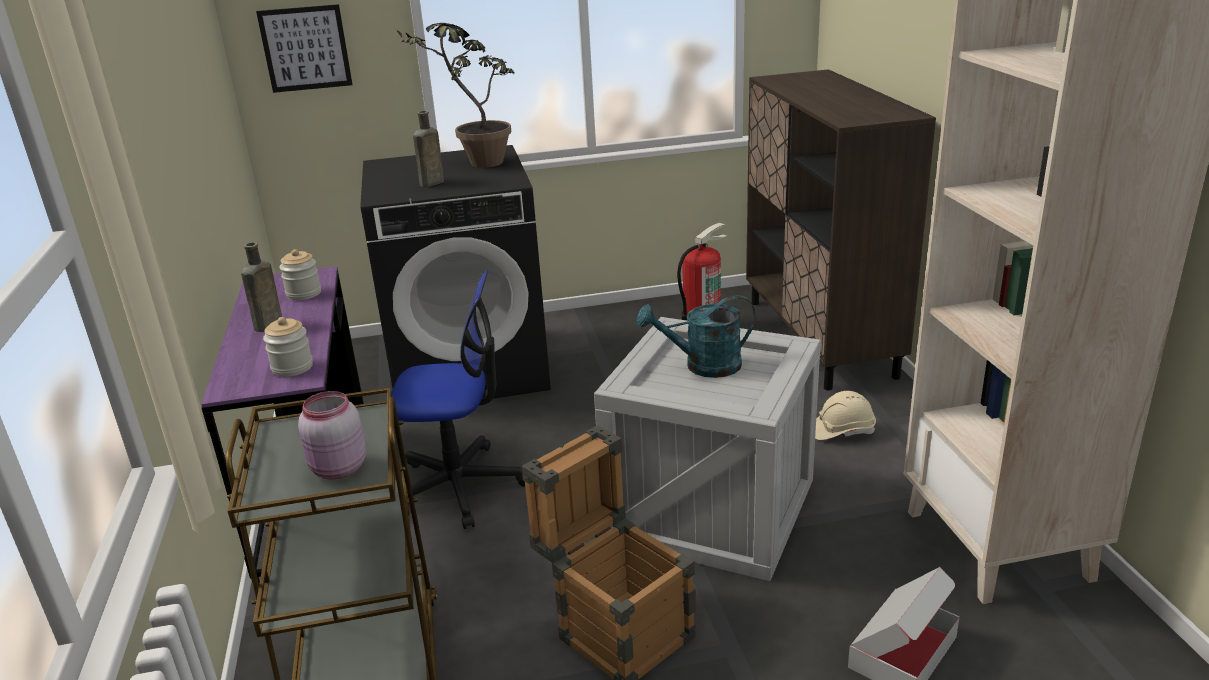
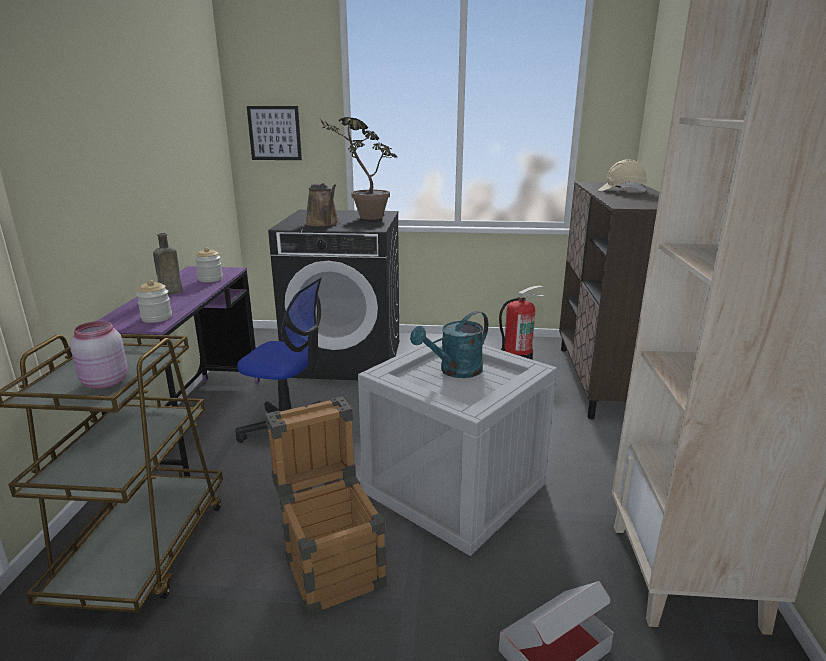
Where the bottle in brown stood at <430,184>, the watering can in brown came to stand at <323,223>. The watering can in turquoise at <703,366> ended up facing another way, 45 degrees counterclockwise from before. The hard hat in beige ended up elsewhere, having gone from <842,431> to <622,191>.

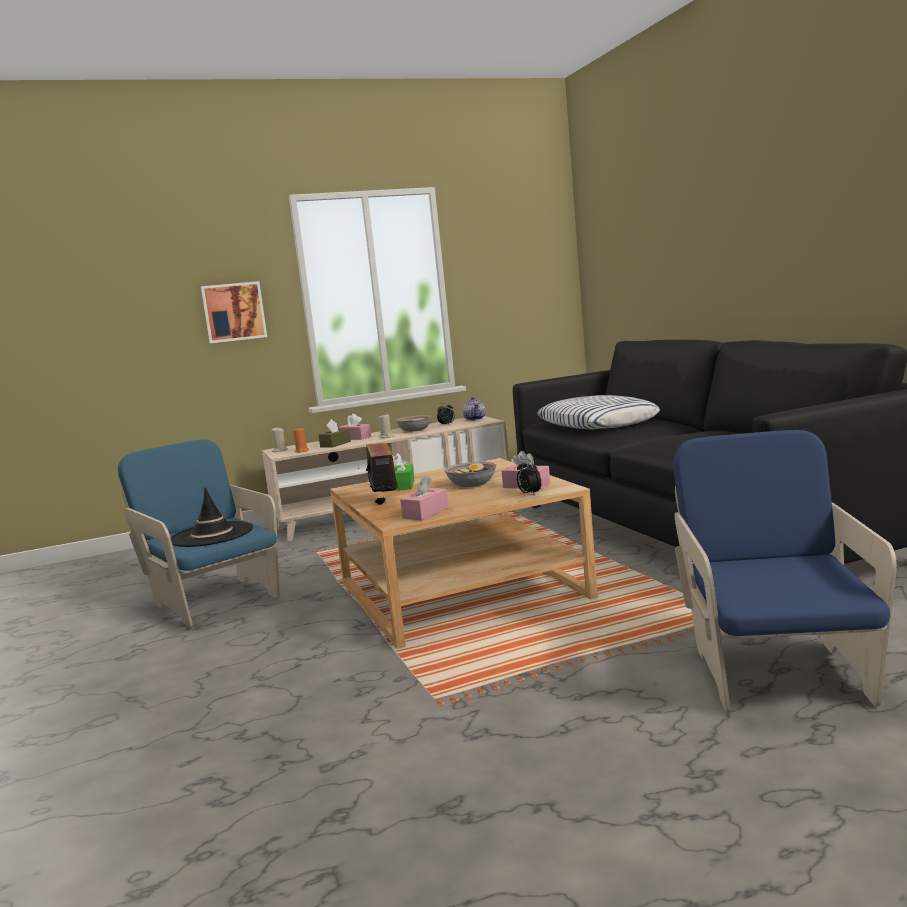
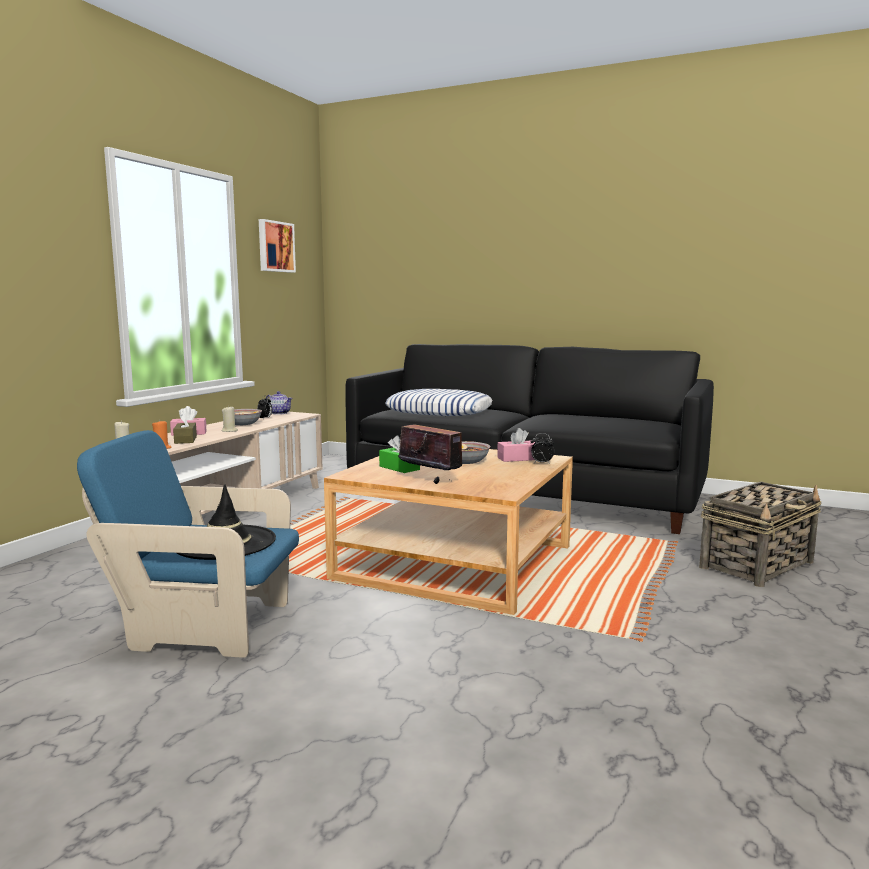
The picture ended up elsewhere, having gone from <234,312> to <275,246>. The second view lost the tissue box in pink at <425,513>. Where the armchair in blue stood at <776,671>, the basket came to stand at <757,564>.

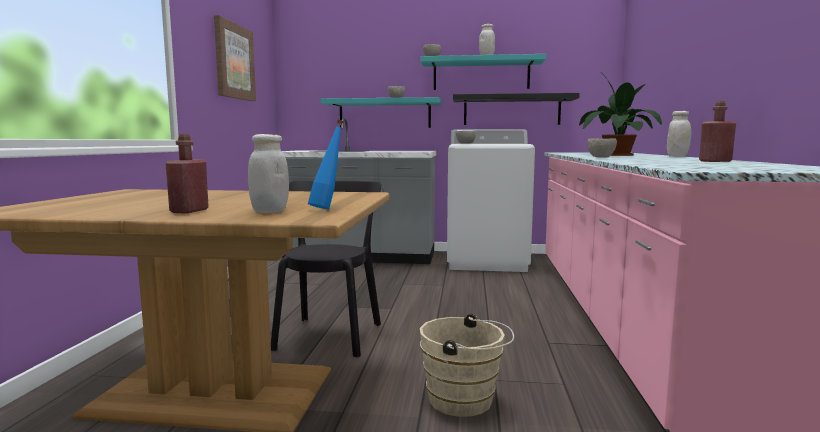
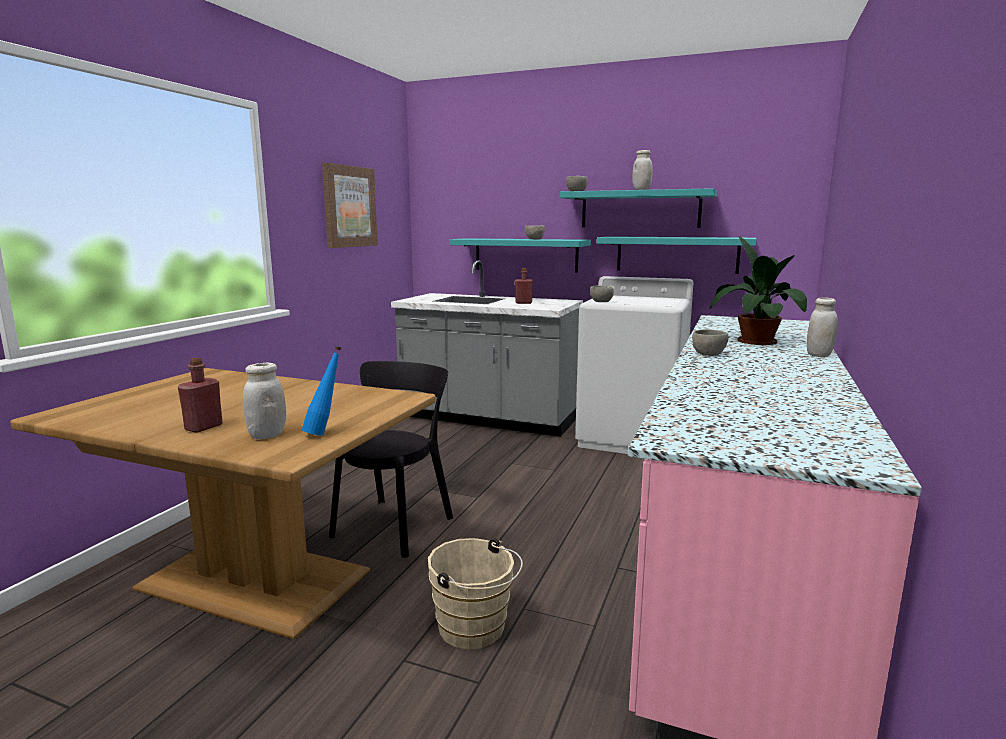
What was the shelf in black at <511,110> turned into the shelf in turquoise at <676,254>. The bottle in red ended up elsewhere, having gone from <715,161> to <523,303>.

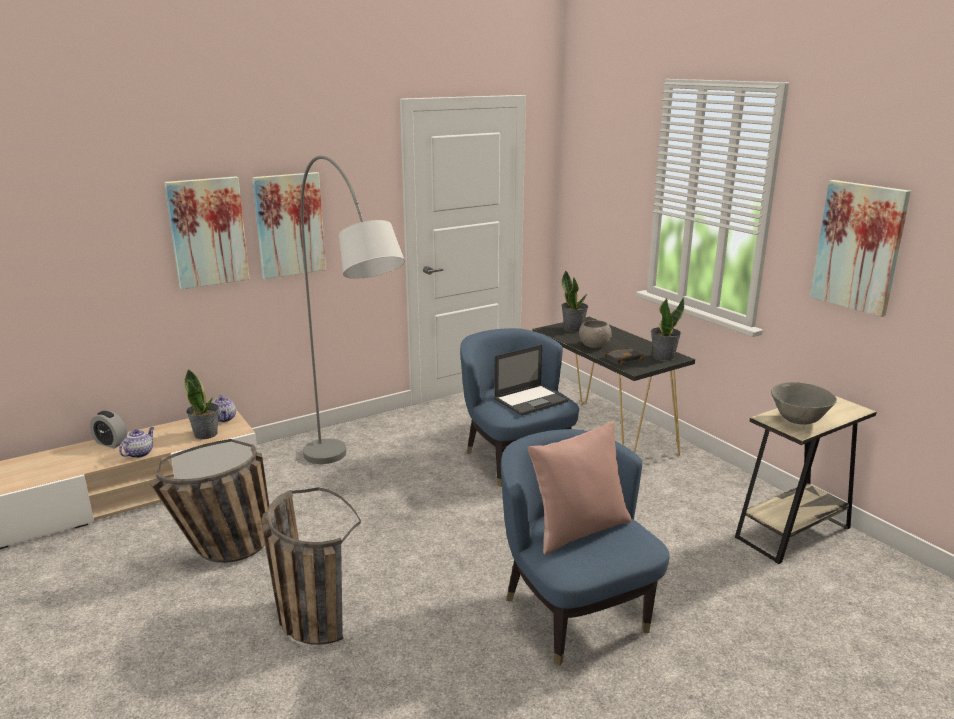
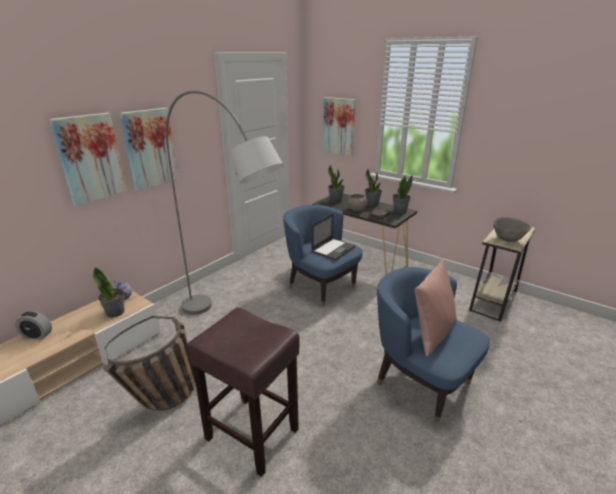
The second view lost the teapot at <140,453>. Where the basket stood at <305,614>, the stool in brown came to stand at <253,434>. The picture ended up elsewhere, having gone from <859,247> to <339,126>. The second view gained the potted plant at <372,204>.

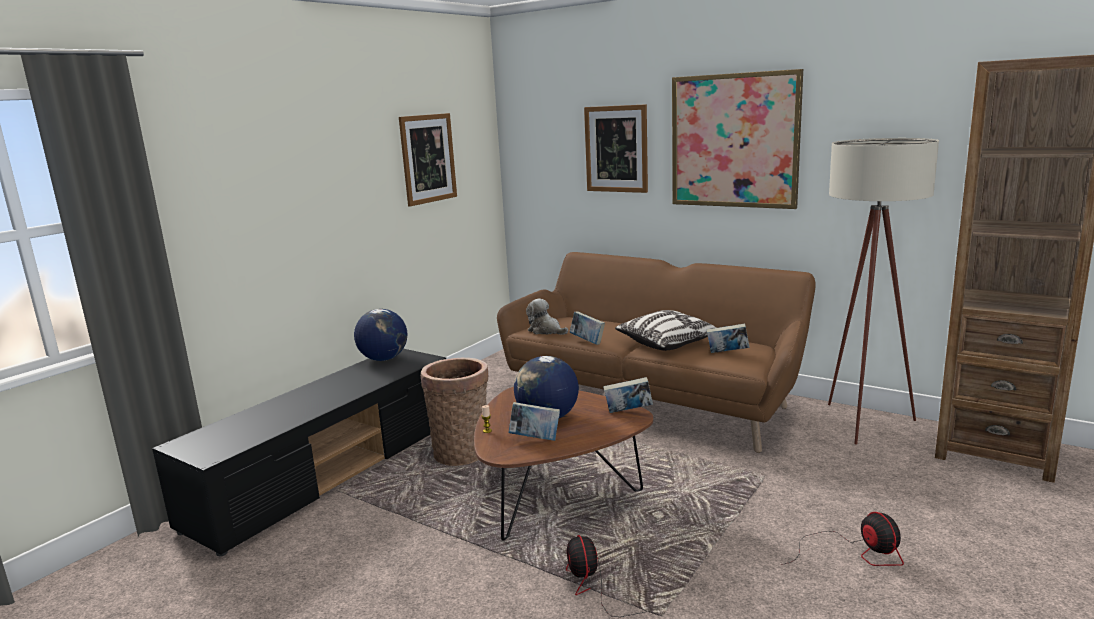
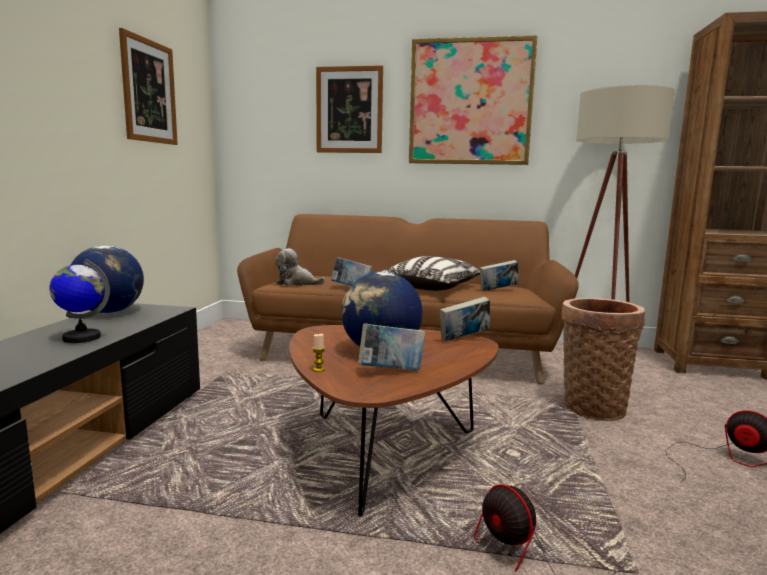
The basket ended up elsewhere, having gone from <461,452> to <592,406>. The second view gained the globe at <81,338>.

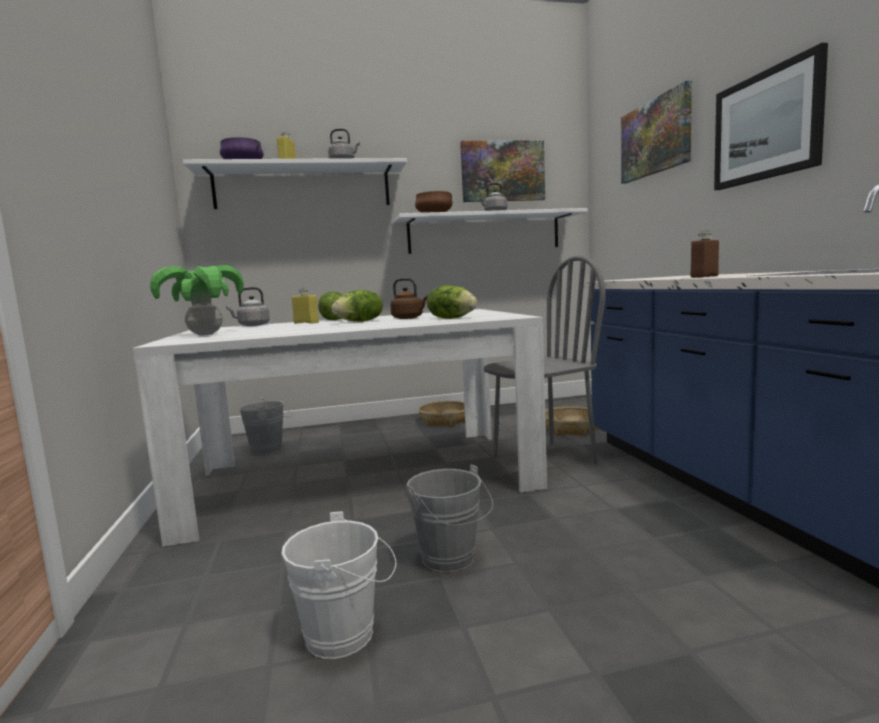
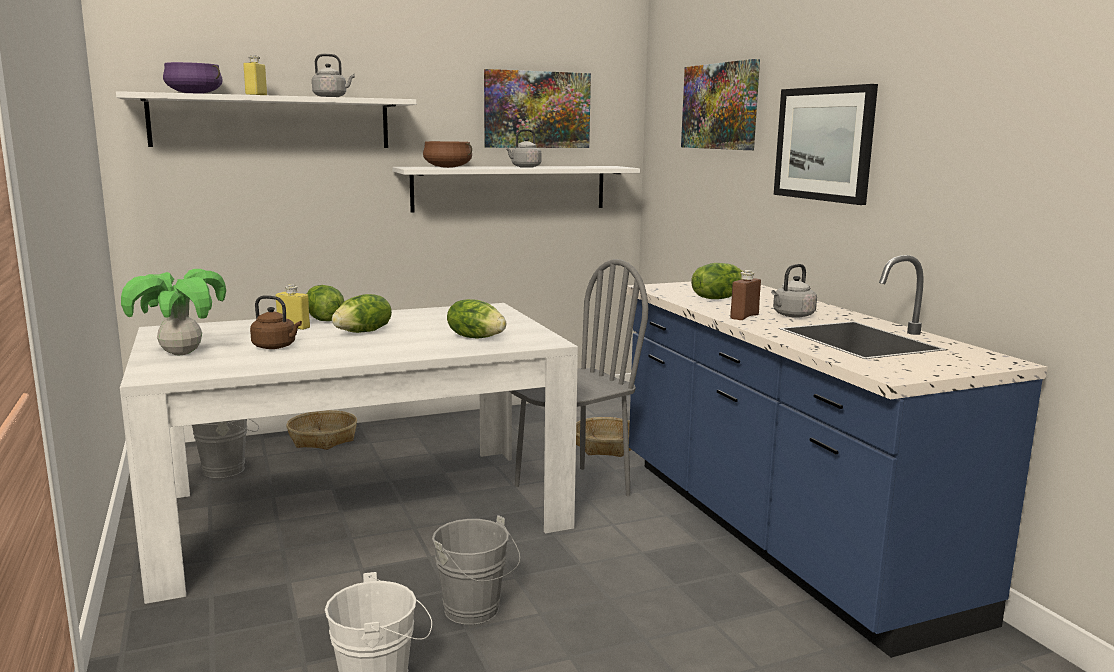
The kettle in grey ended up elsewhere, having gone from <252,325> to <792,315>. The kettle in brown ended up elsewhere, having gone from <409,318> to <276,347>. The basket ended up elsewhere, having gone from <445,420> to <323,439>. The second view gained the lettuce at <718,298>.

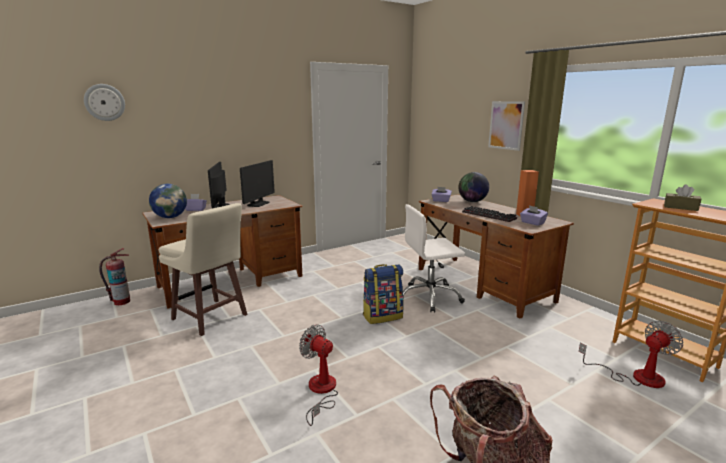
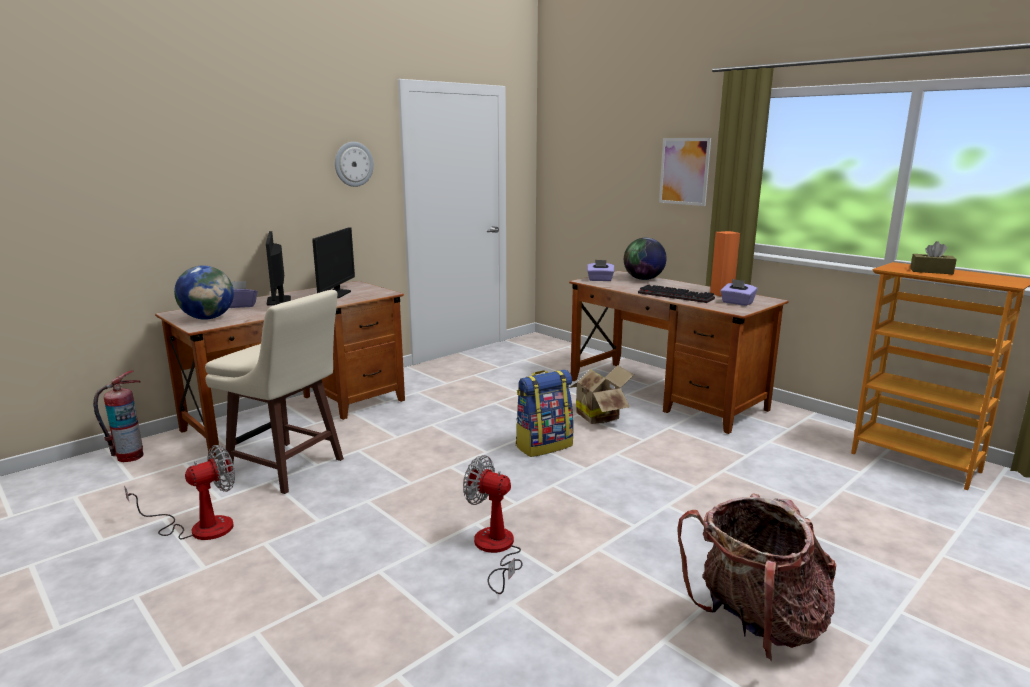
The wall clock ended up elsewhere, having gone from <104,102> to <353,164>. Where the office chair in white stood at <430,297>, the cardboard box came to stand at <599,416>. The fan ended up elsewhere, having gone from <636,377> to <199,527>.

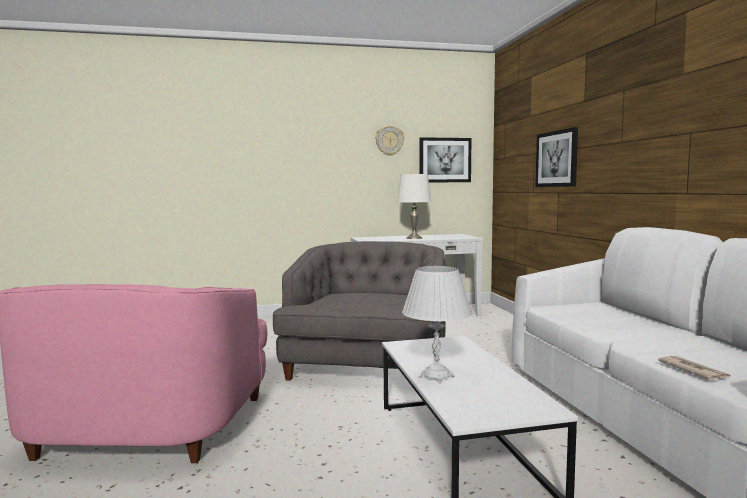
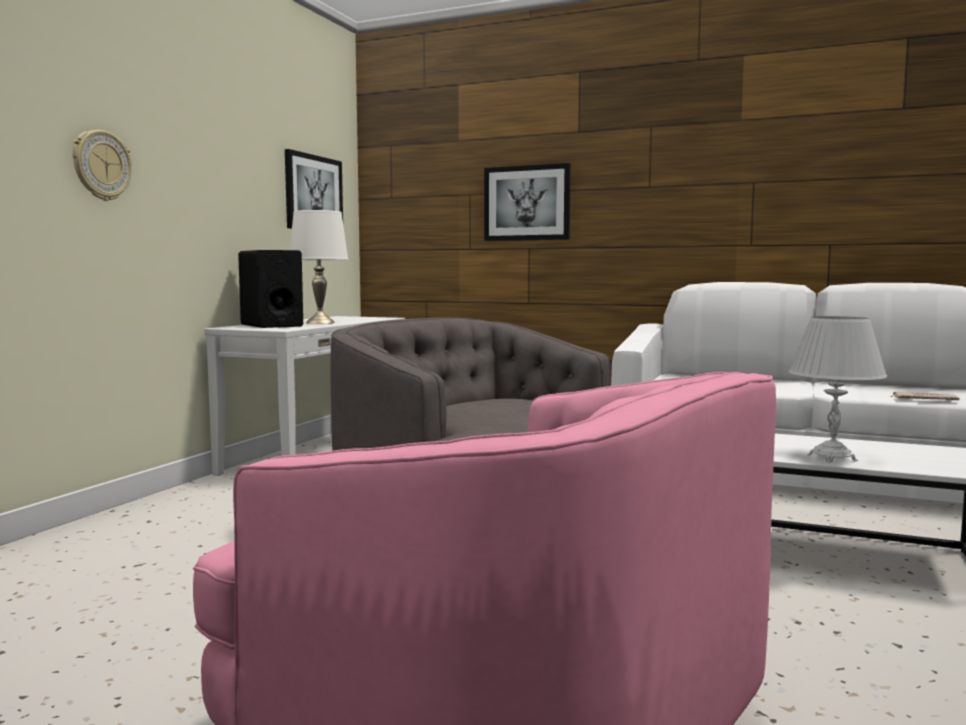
The wall clock ended up elsewhere, having gone from <389,140> to <101,165>. The second view gained the speaker in black at <271,325>.

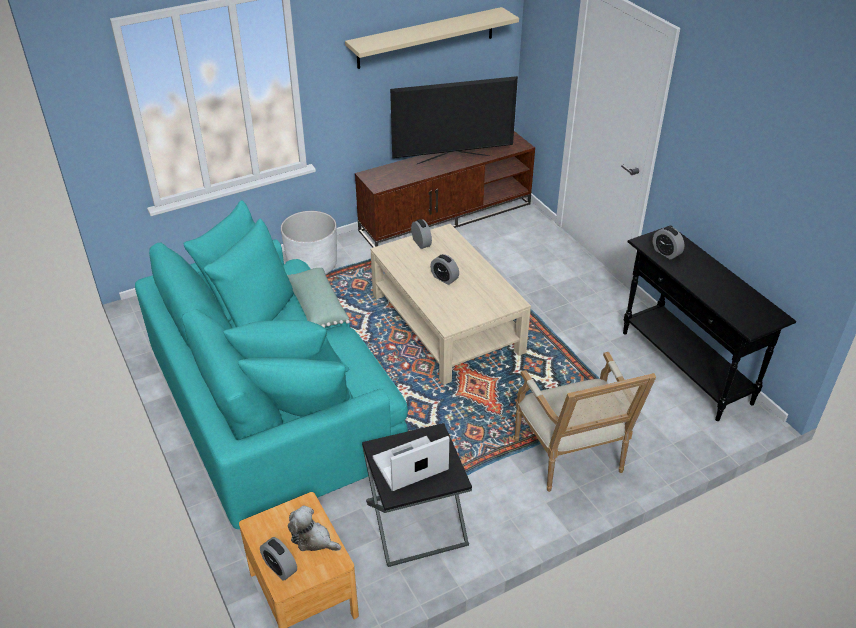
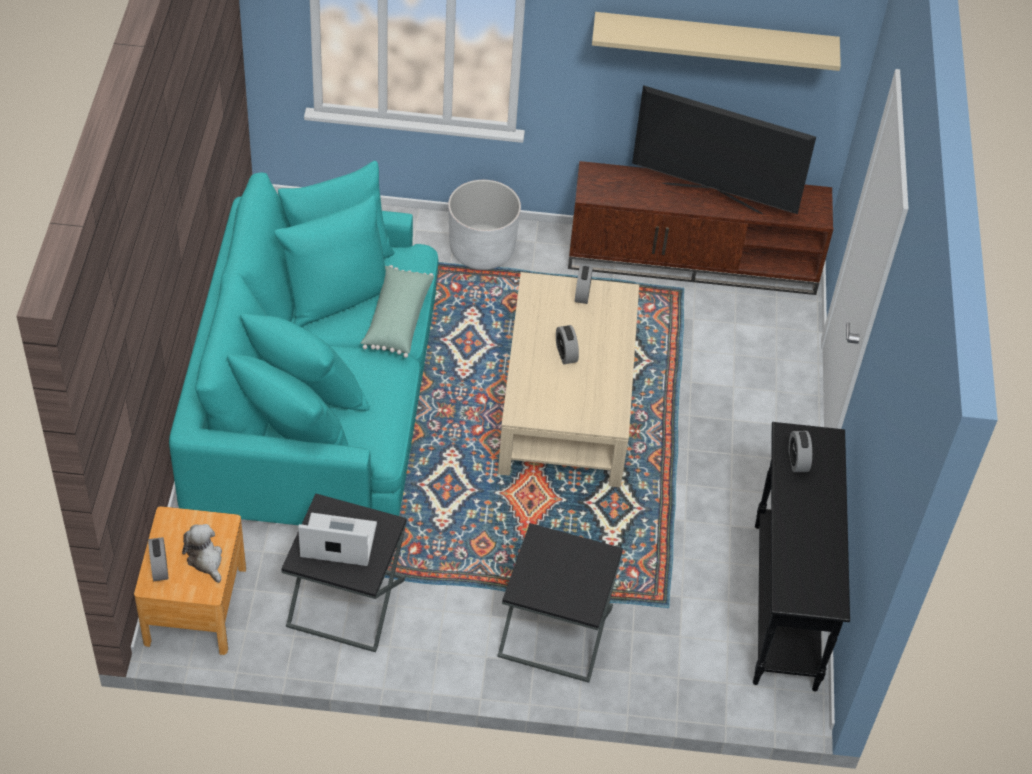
Where the armchair stood at <572,459>, the side table in black came to stand at <555,631>.

